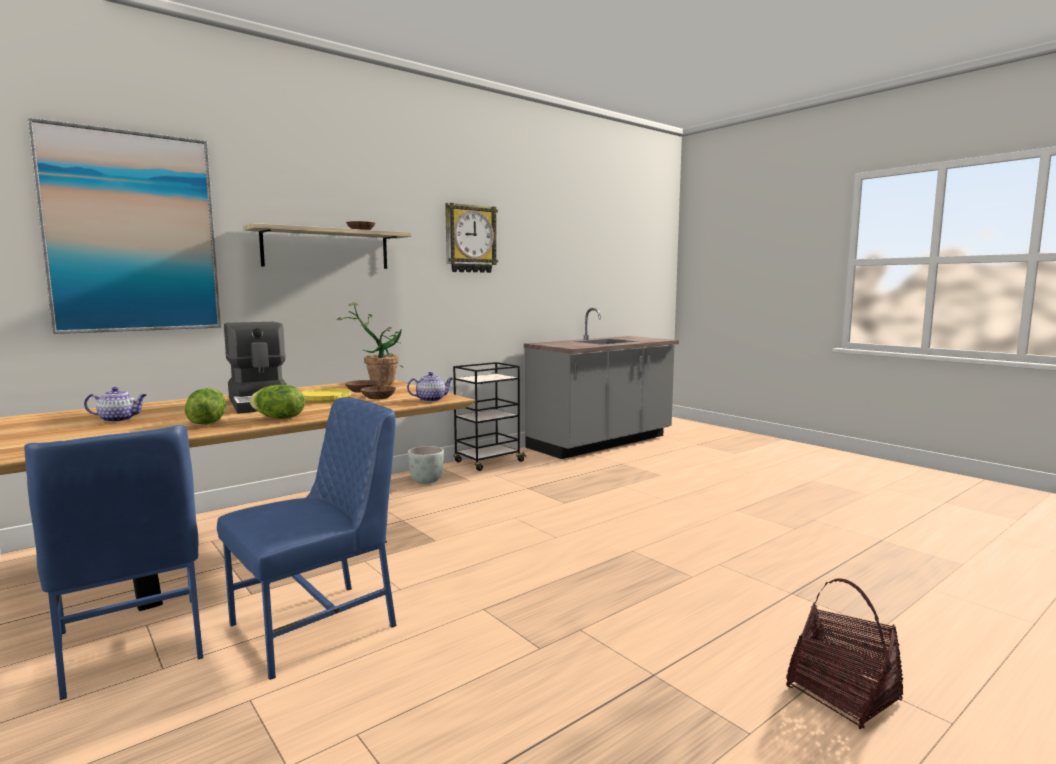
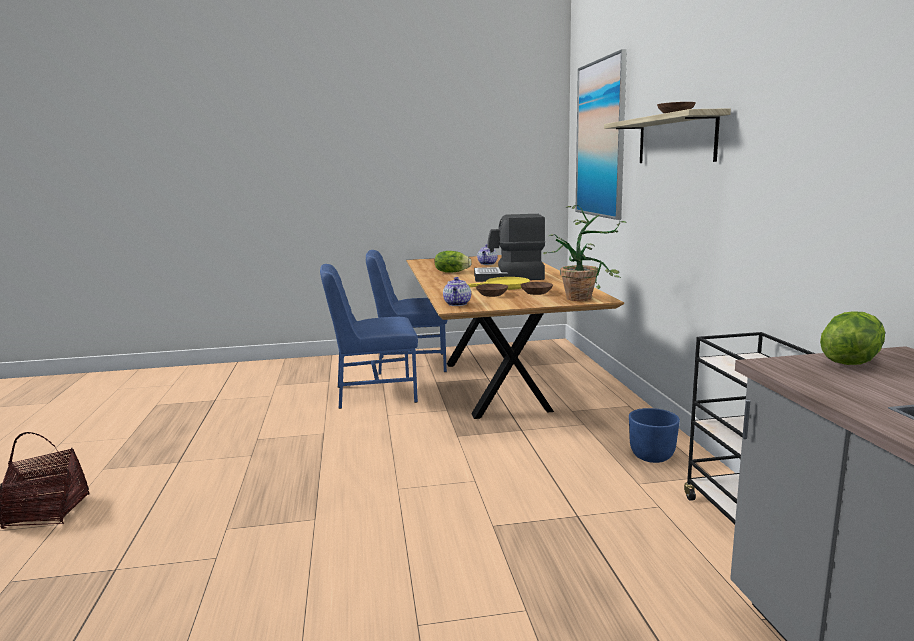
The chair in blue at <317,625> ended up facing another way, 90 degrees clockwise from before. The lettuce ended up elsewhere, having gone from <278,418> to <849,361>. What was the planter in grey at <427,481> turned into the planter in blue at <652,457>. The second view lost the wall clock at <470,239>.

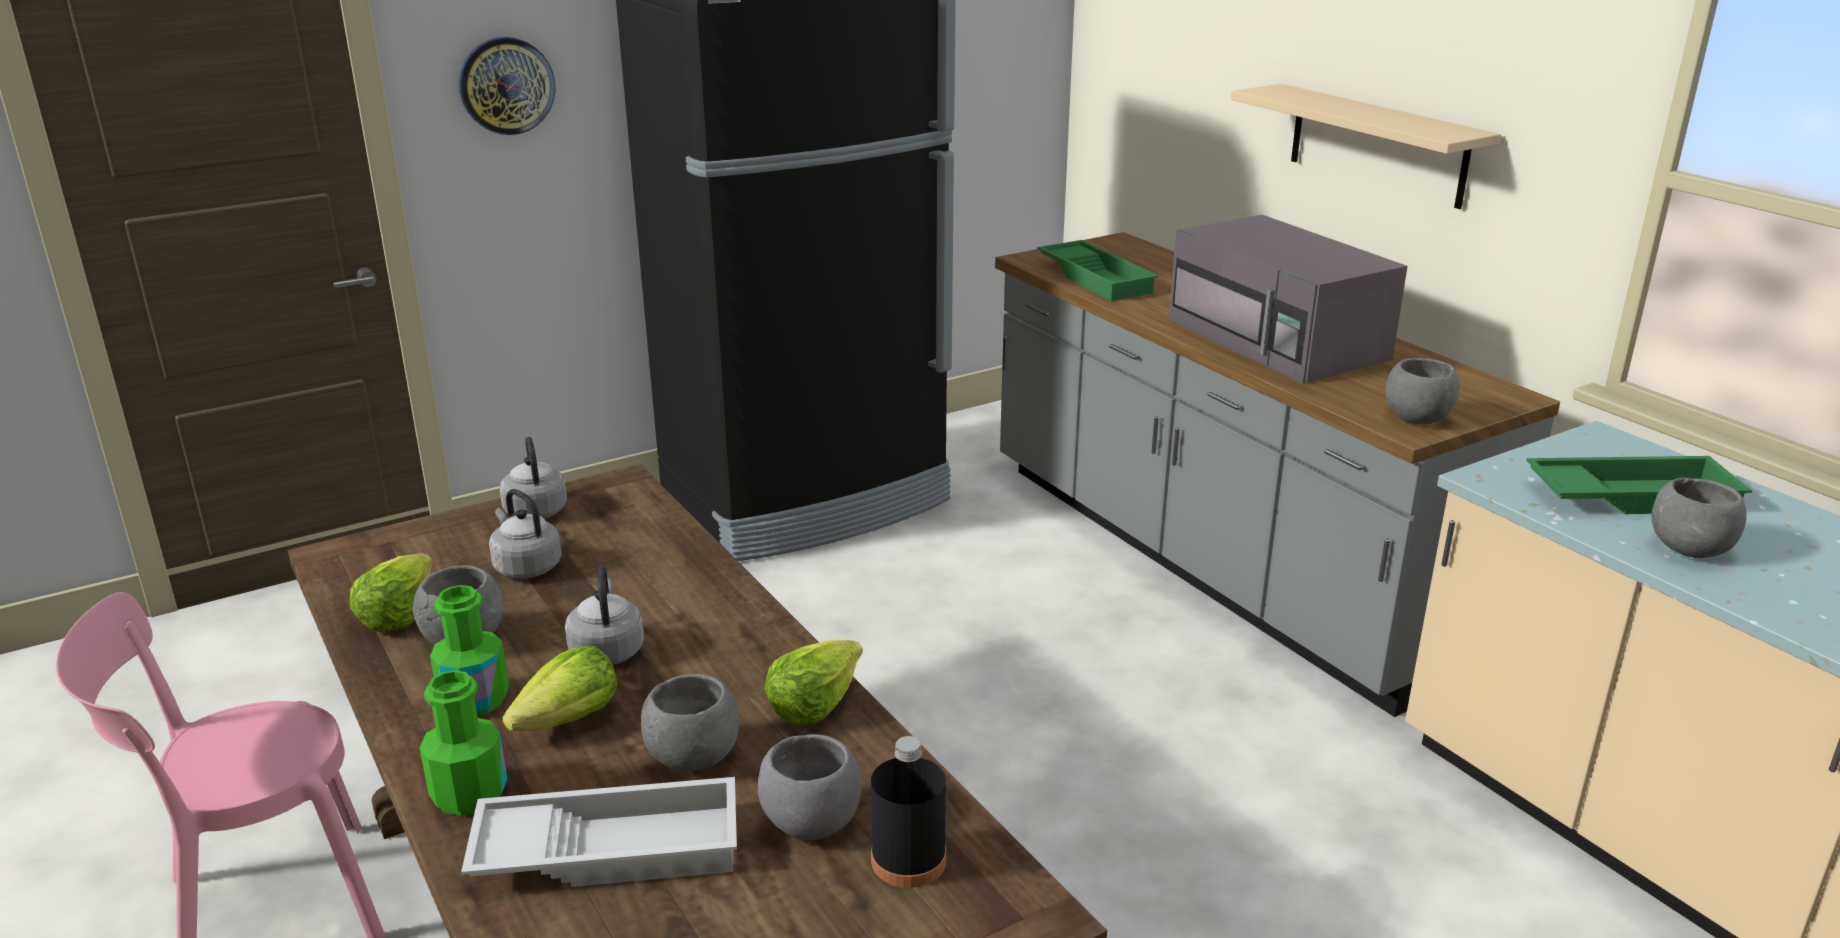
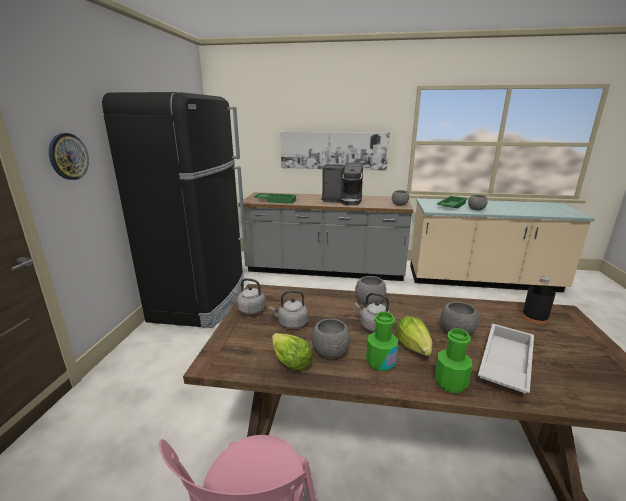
The bowl in grey ended up elsewhere, having gone from <812,823> to <370,302>. The second view lost the lettuce at <814,703>. Where the microwave in grey stood at <1278,340>, the coffee machine came to stand at <343,200>. Where the shelf in beige hung at <1377,145>, the picture came to hang at <333,150>.

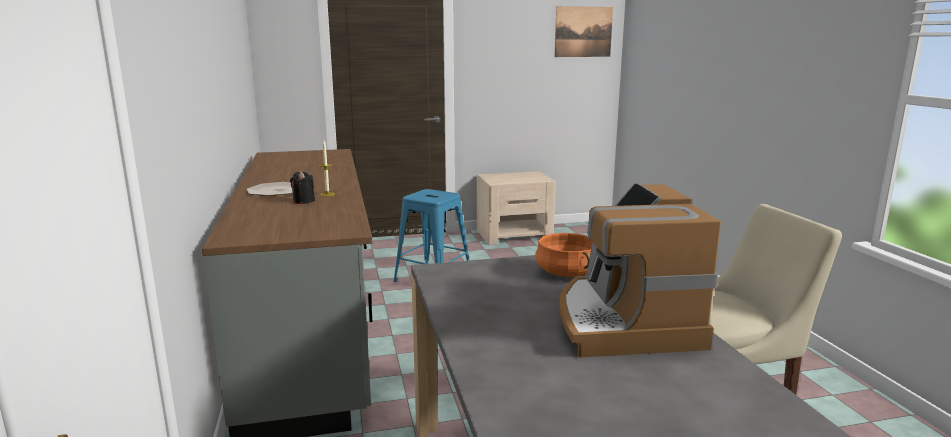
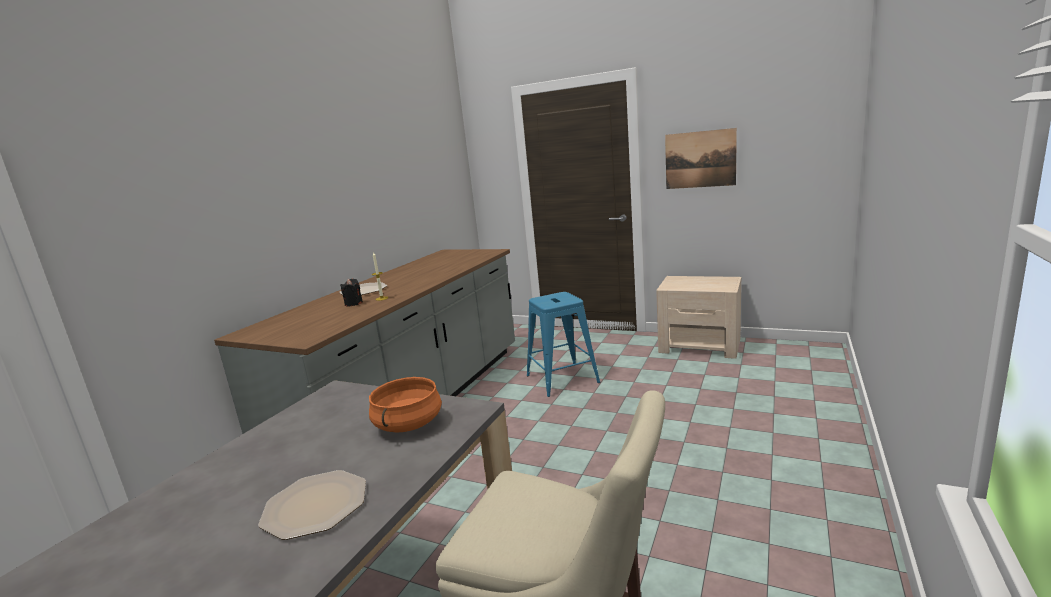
The picture ended up elsewhere, having gone from <583,32> to <700,159>. Where the coffee machine stood at <624,322>, the plate came to stand at <315,506>.

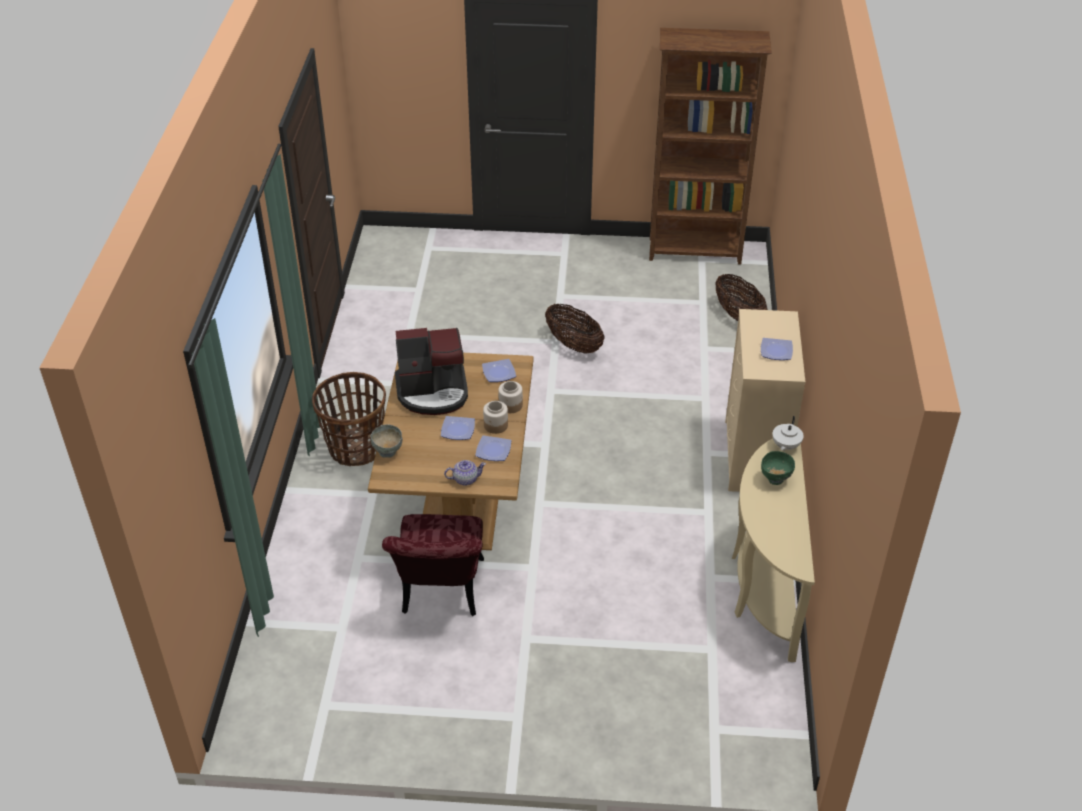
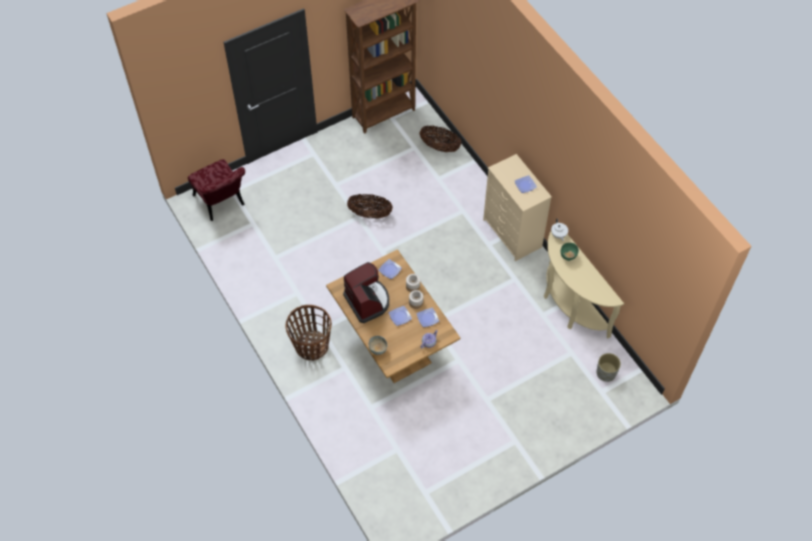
The chair in red ended up elsewhere, having gone from <441,594> to <221,204>. The coffee machine at <433,392> ended up facing another way, 75 degrees counterclockwise from before. The second view gained the planter in grey at <606,373>.

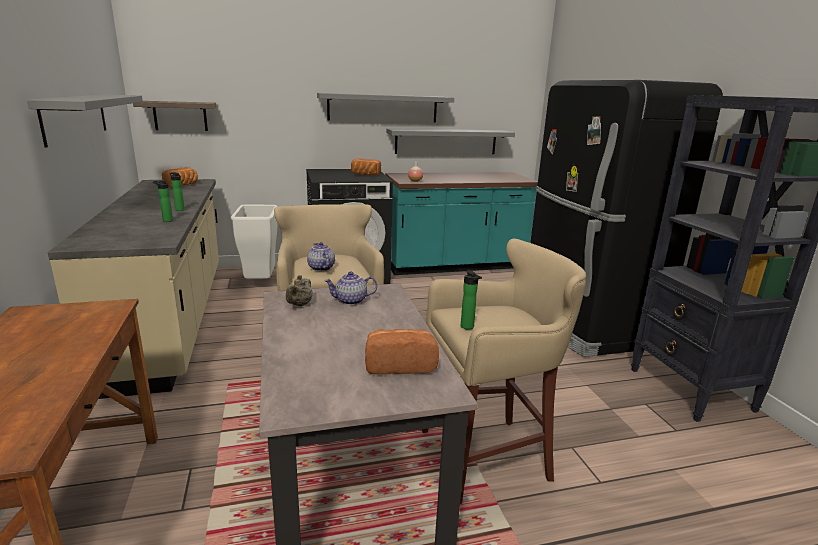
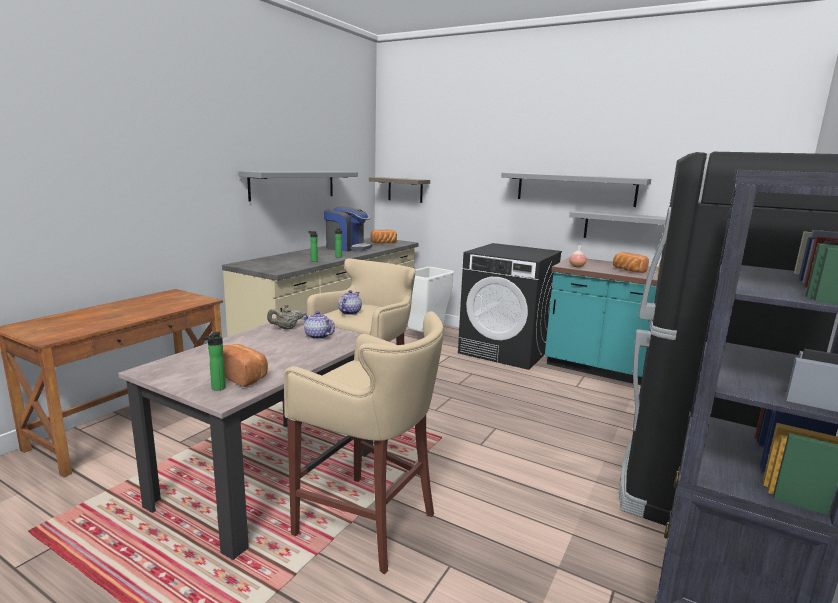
The bread ended up elsewhere, having gone from <364,175> to <627,270>. The bottle ended up elsewhere, having gone from <468,327> to <217,388>. The second view gained the coffee machine at <347,248>.

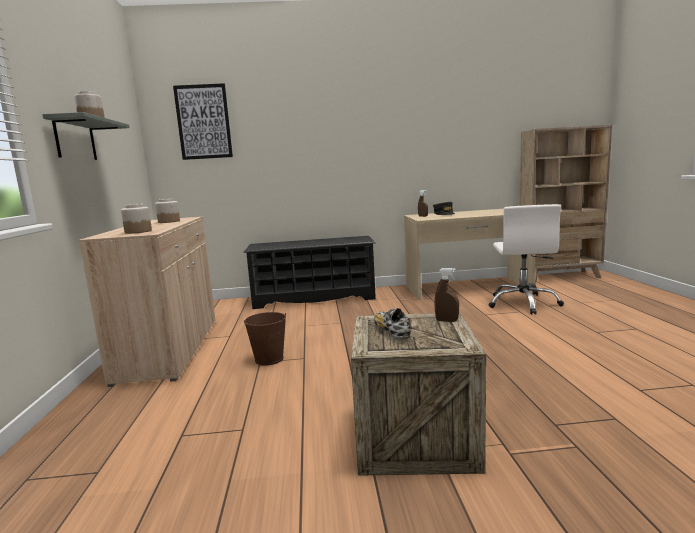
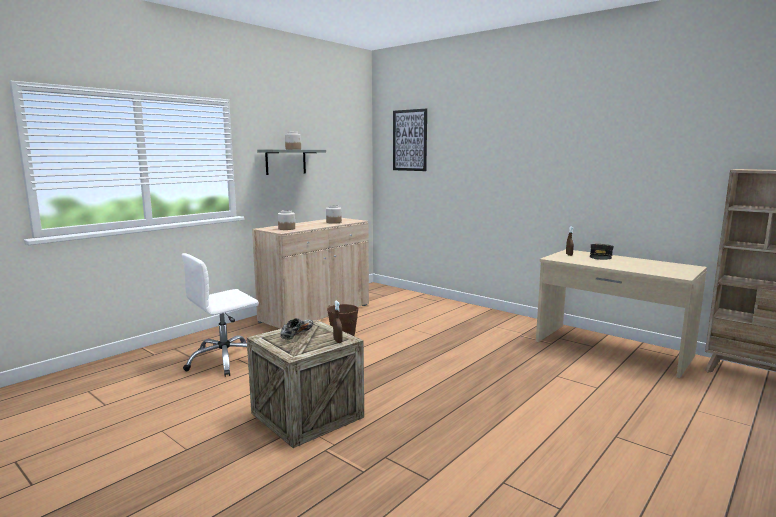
The second view lost the shoe rack in black at <314,298>. The office chair in white ended up elsewhere, having gone from <523,303> to <225,361>.

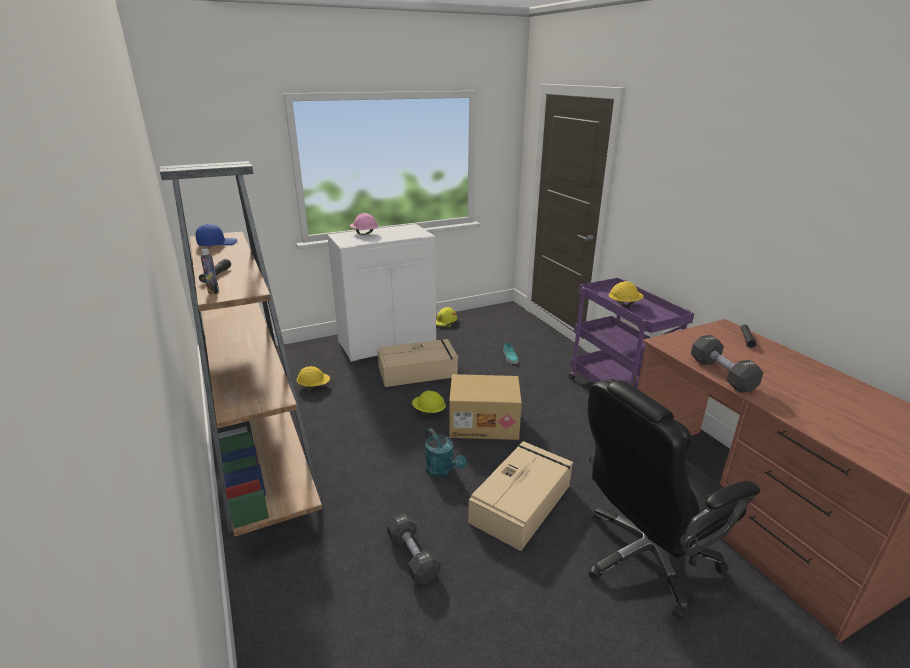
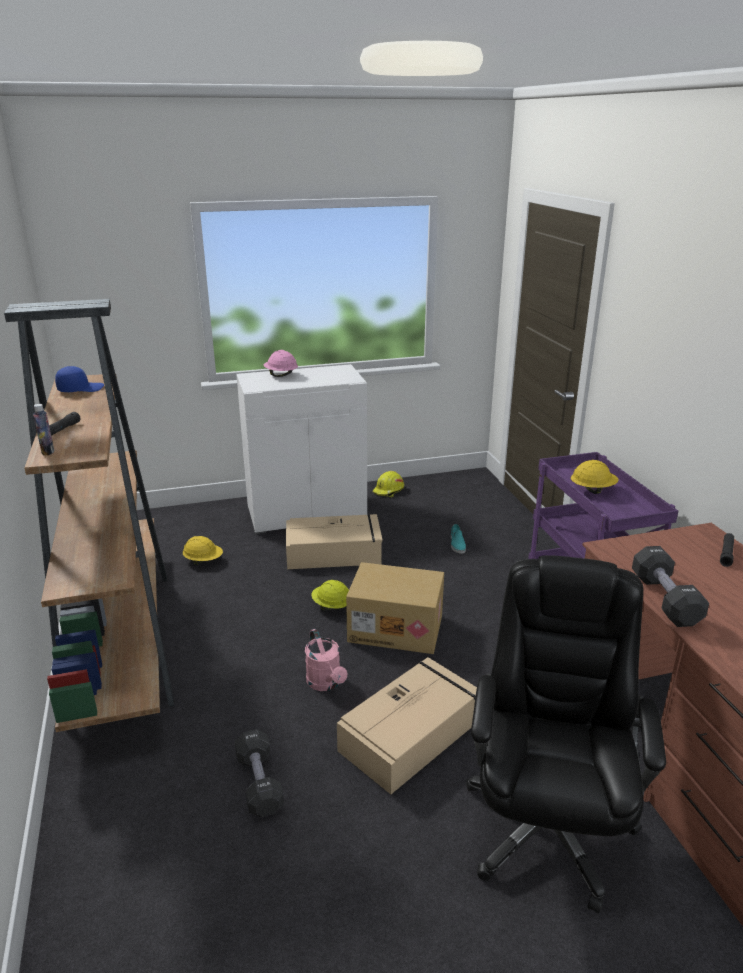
What was the watering can in turquoise at <443,471> turned into the watering can in pink at <326,683>. The office chair in black at <645,557> ended up facing another way, 120 degrees clockwise from before.

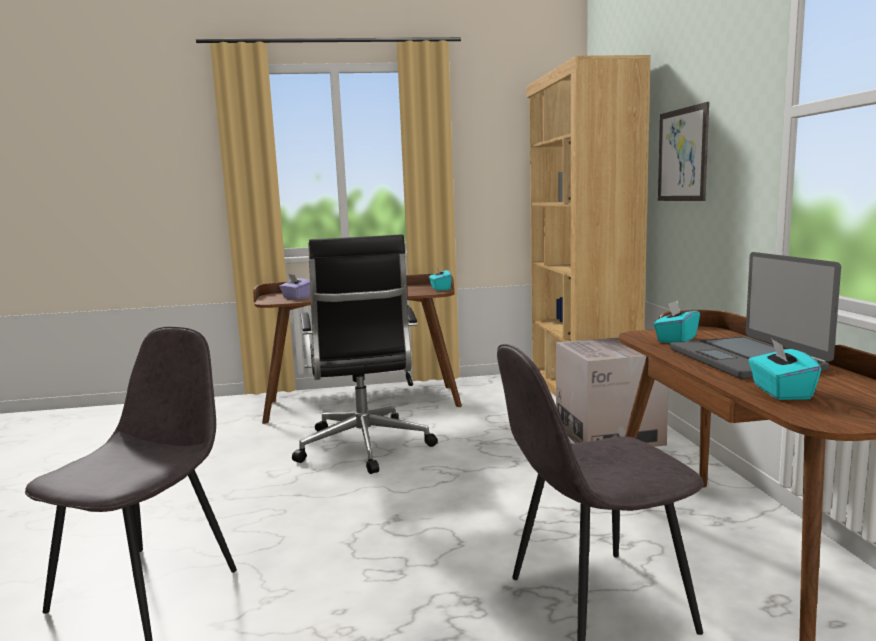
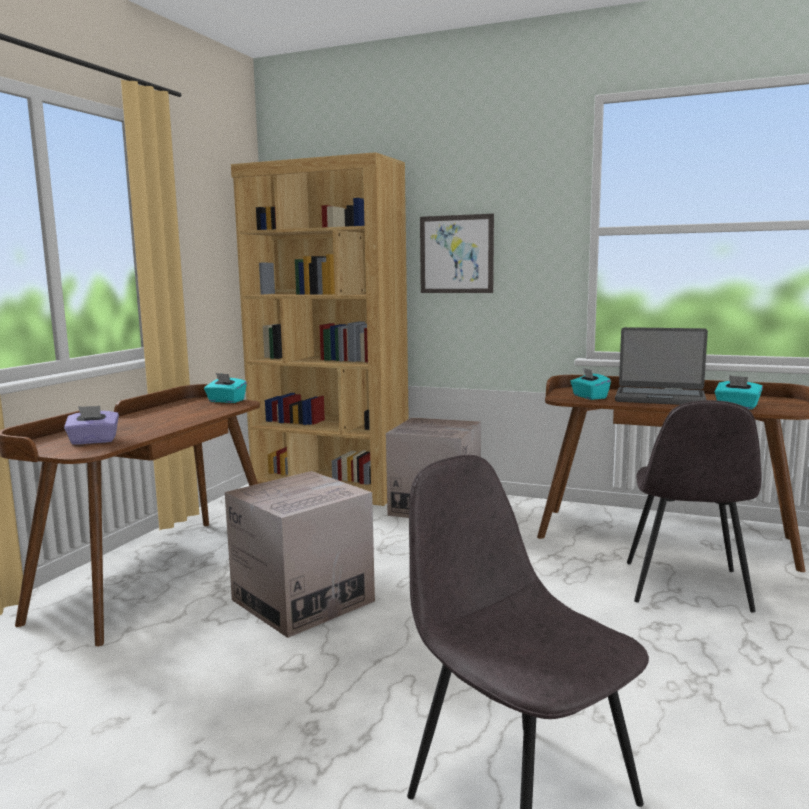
Where the office chair in black stood at <364,448>, the cardboard box came to stand at <303,600>.

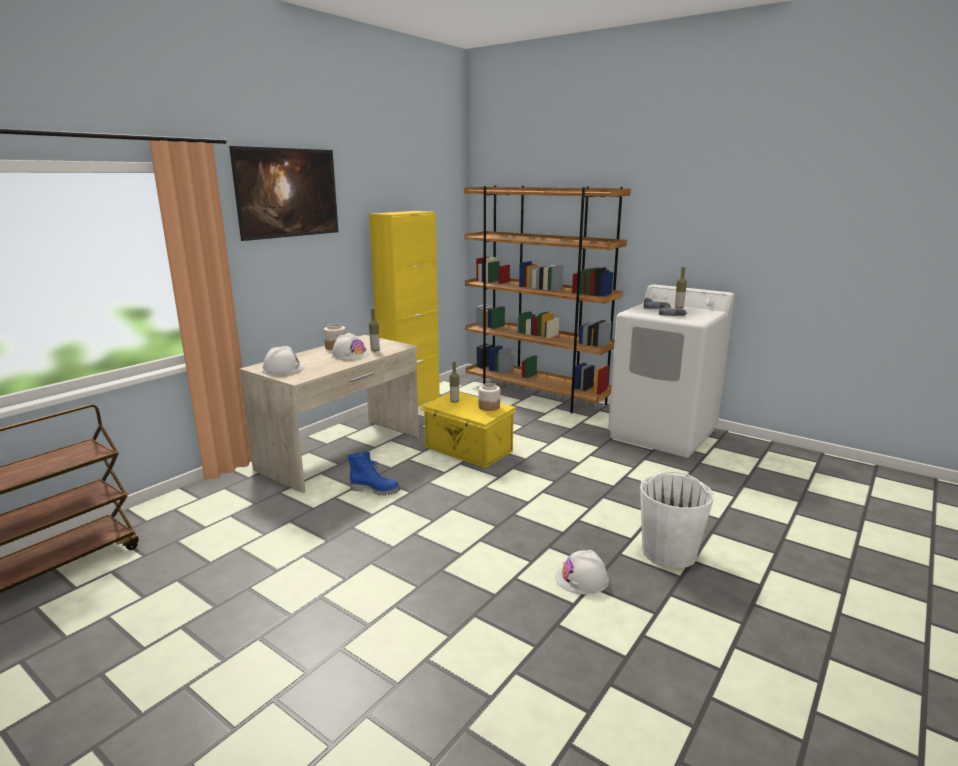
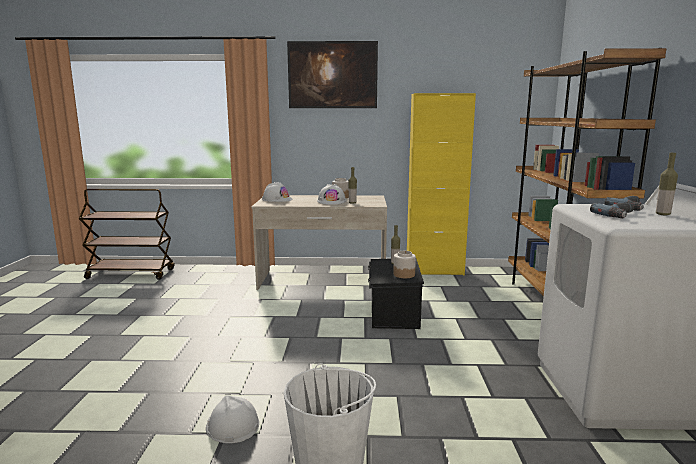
The second view lost the boot in blue at <375,490>. What was the storage box in yellow at <468,450> turned into the storage box in black at <393,312>.

